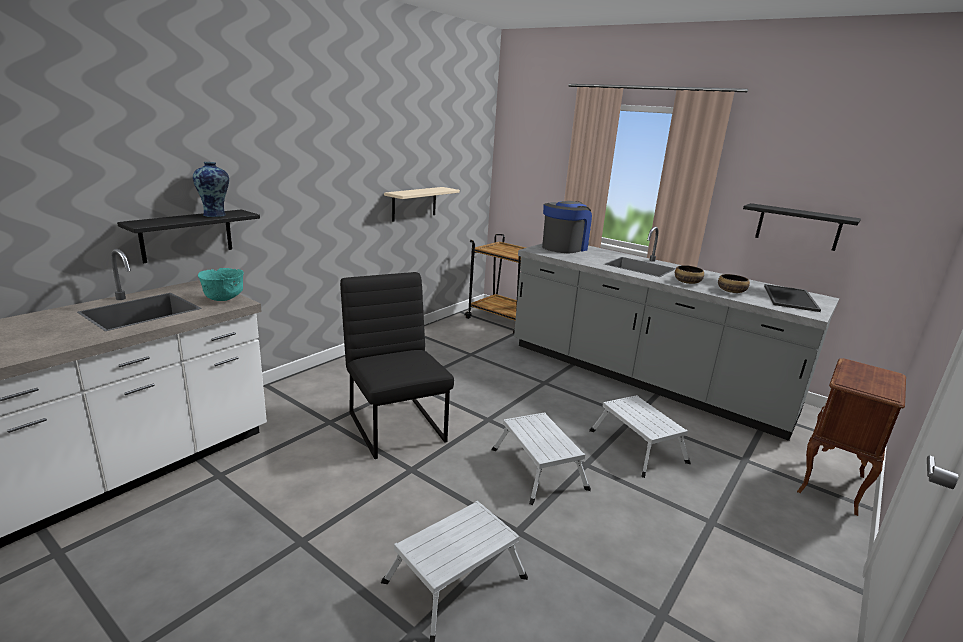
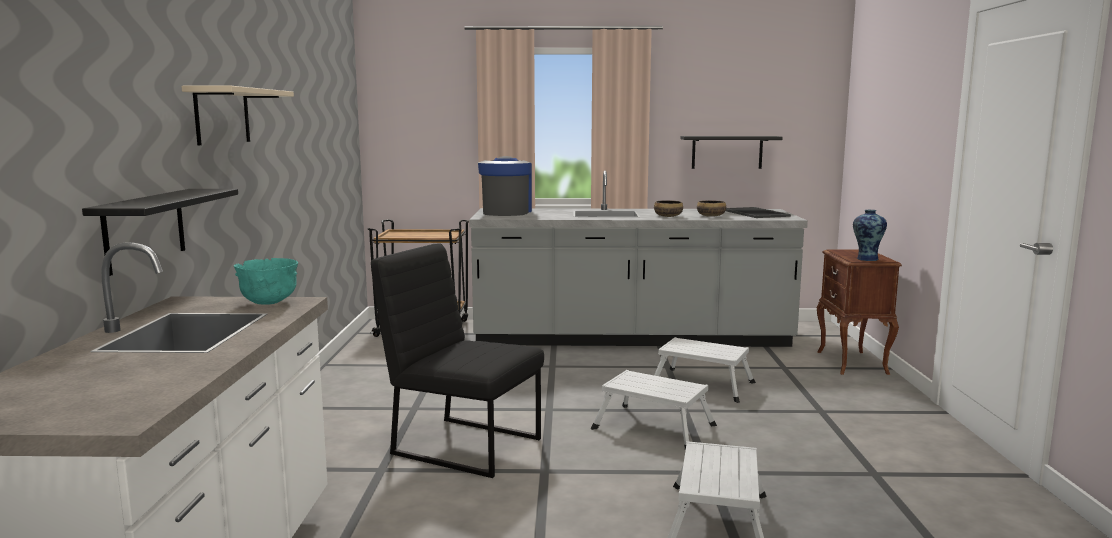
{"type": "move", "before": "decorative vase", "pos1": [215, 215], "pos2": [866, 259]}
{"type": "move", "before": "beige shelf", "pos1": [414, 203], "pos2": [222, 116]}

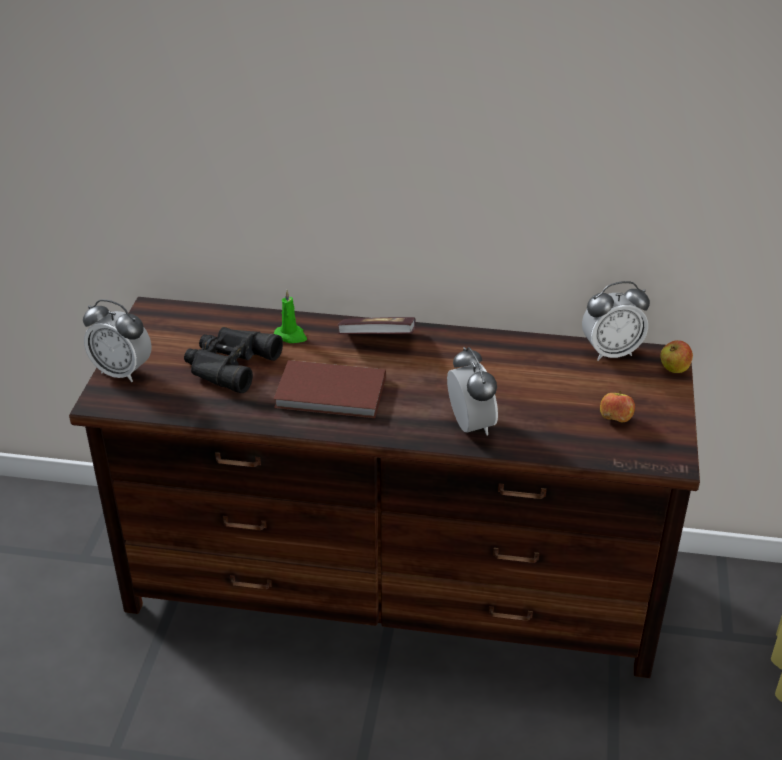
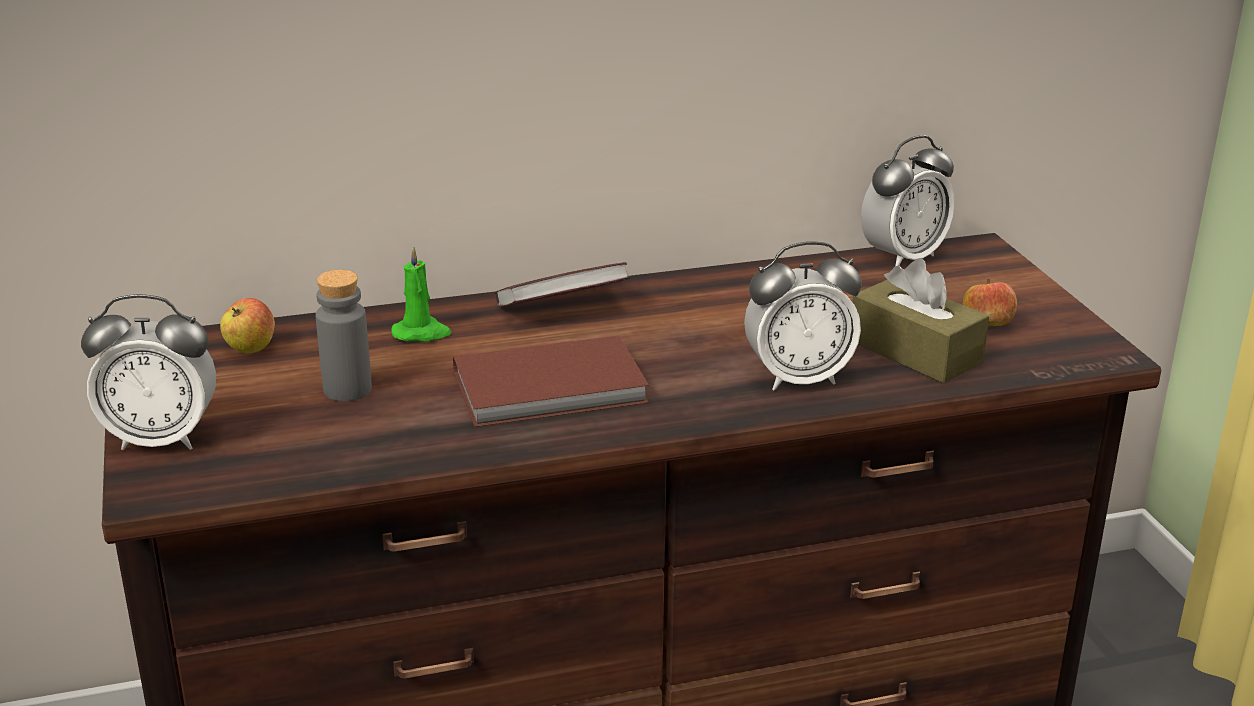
{"type": "replace", "before": "blackish field glasses", "after": "grey bottle", "pos1": [228, 365], "pos2": [347, 389]}
{"type": "rotate", "before": "alarm clock", "pos1": [470, 425], "pos2": [798, 378], "turn": 120}
{"type": "move", "before": "whole apple", "pos1": [674, 369], "pos2": [250, 349]}
{"type": "insert", "after": "brown tissue box", "pos2": [915, 352]}

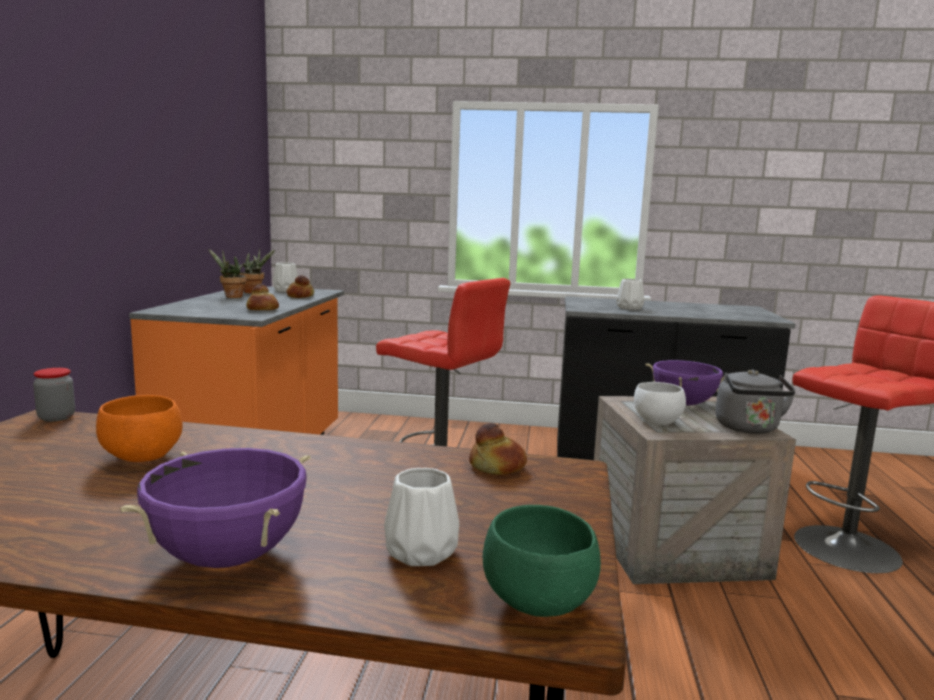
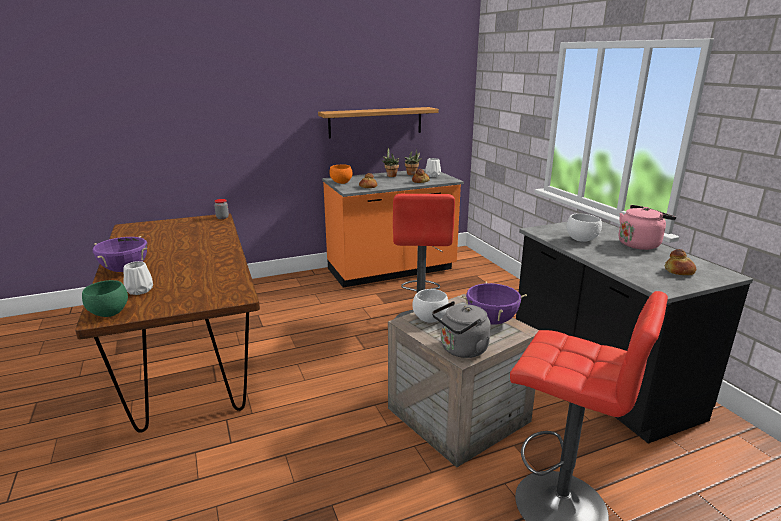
{"type": "move", "before": "orange deep dish", "pos1": [144, 458], "pos2": [341, 183]}
{"type": "move", "before": "baked bread", "pos1": [496, 467], "pos2": [678, 272]}
{"type": "replace", "before": "white-coloured decorative vase", "after": "white-coloured deep dish", "pos1": [629, 308], "pos2": [582, 240]}
{"type": "insert", "after": "shelf", "pos2": [376, 122]}
{"type": "insert", "after": "pink-coloured tea kettle", "pos2": [640, 244]}

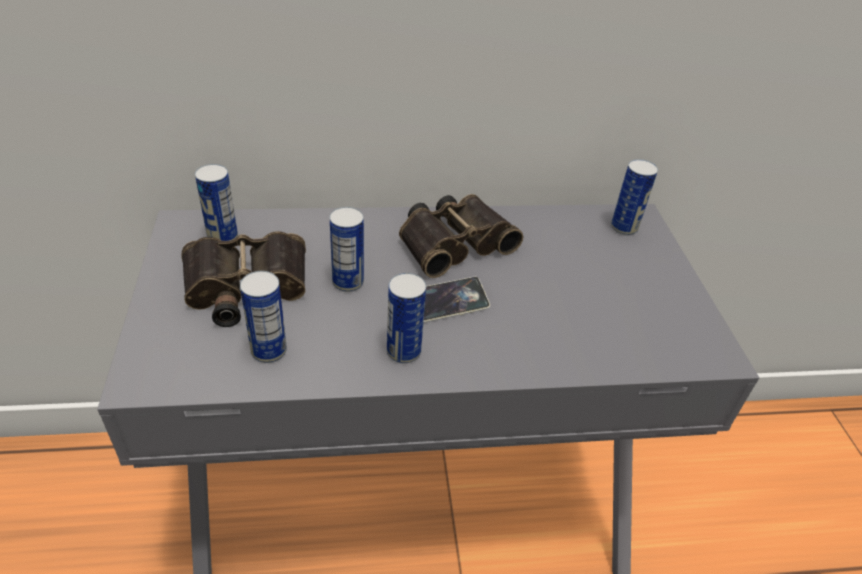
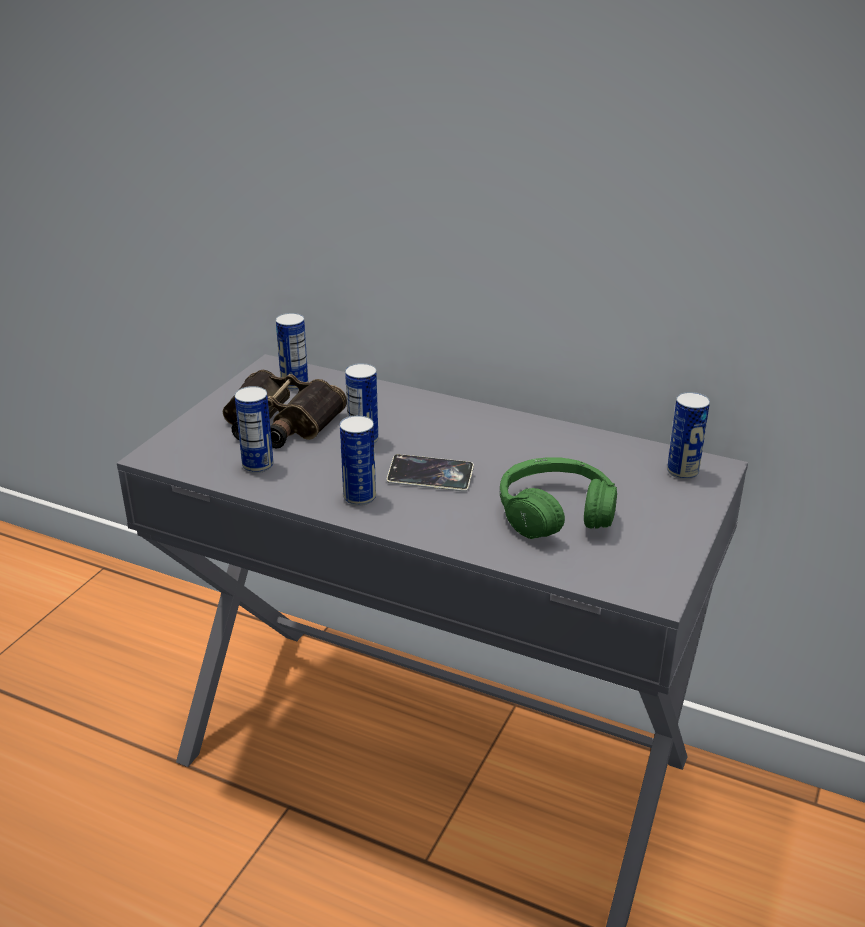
{"type": "delete", "before": "field glasses", "pos1": [453, 241]}
{"type": "insert", "after": "green pair of headphones", "pos2": [555, 512]}

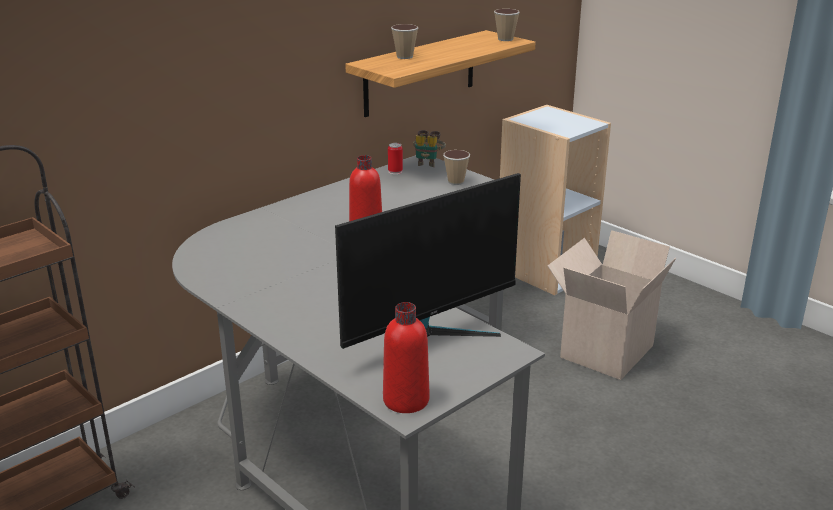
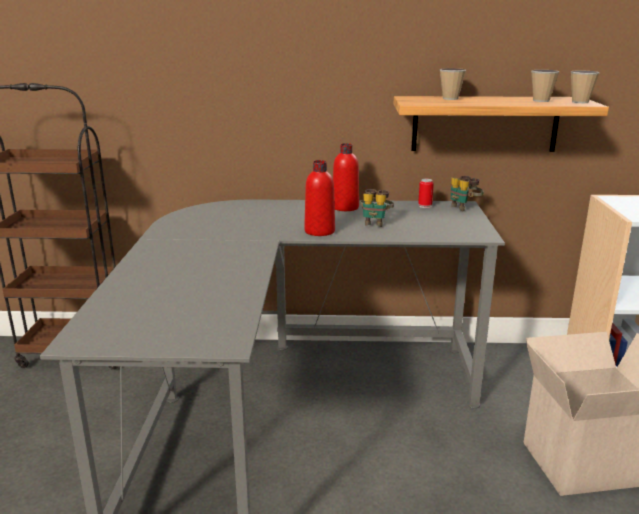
{"type": "delete", "before": "computer display", "pos1": [429, 338]}
{"type": "move", "before": "red bottle", "pos1": [406, 400], "pos2": [345, 207]}
{"type": "move", "before": "small cup", "pos1": [456, 182], "pos2": [541, 101]}
{"type": "insert", "after": "field glasses", "pos2": [375, 223]}

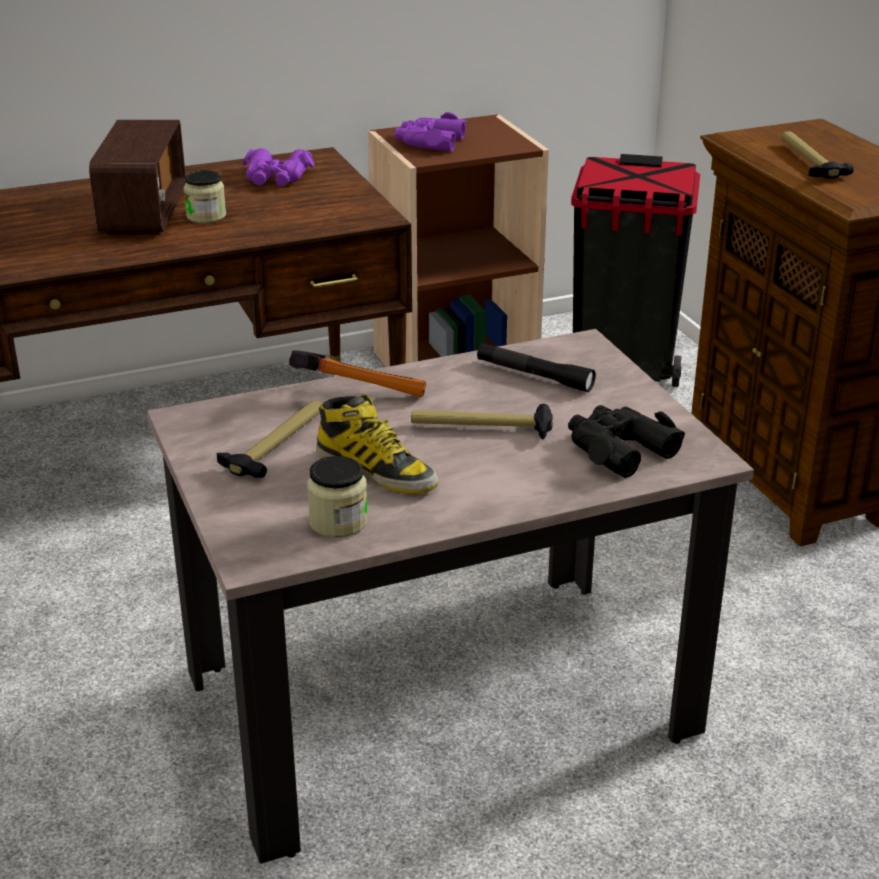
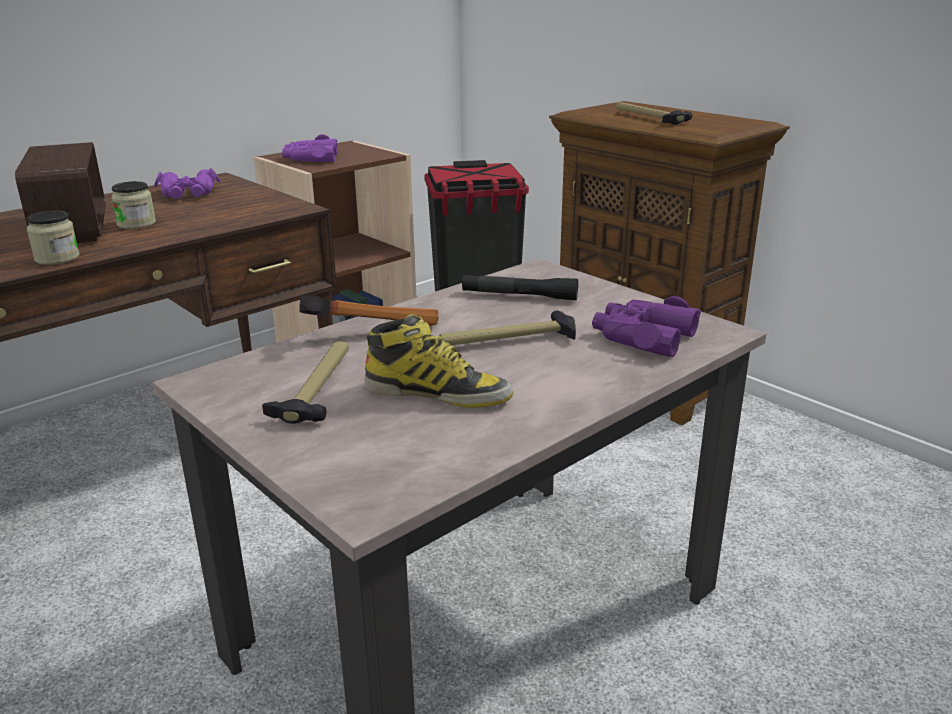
{"type": "move", "before": "preserve jar", "pos1": [338, 522], "pos2": [57, 258]}
{"type": "recolor", "before": "blackish field glasses", "after": "purple field glasses", "pos1": [618, 449], "pos2": [642, 337]}

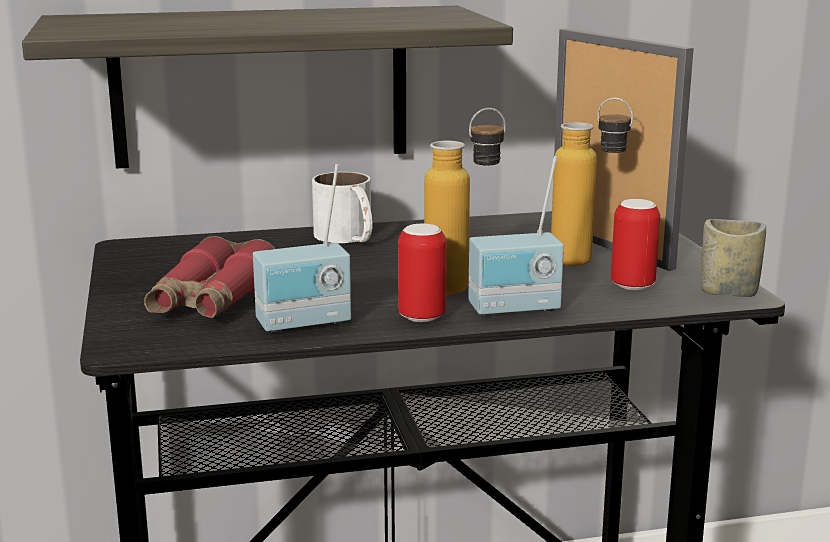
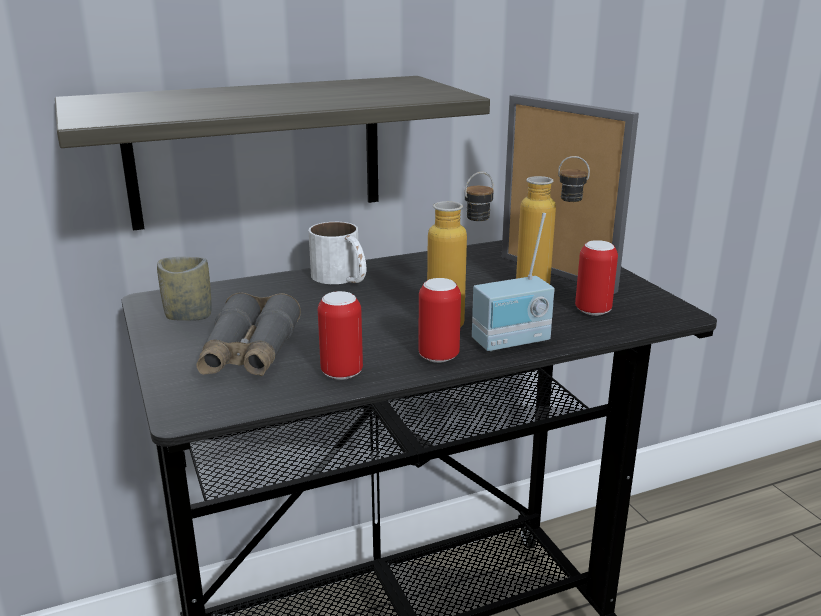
{"type": "recolor", "before": "red field glasses", "after": "grey field glasses", "pos1": [212, 300], "pos2": [250, 353]}
{"type": "replace", "before": "radio receiver", "after": "sealed can", "pos1": [305, 324], "pos2": [342, 372]}
{"type": "move", "before": "small cup", "pos1": [728, 292], "pos2": [188, 316]}

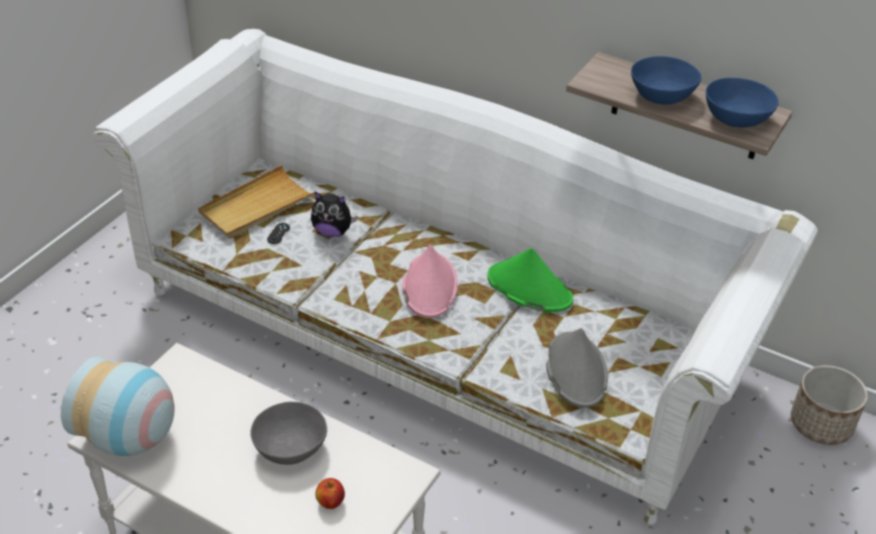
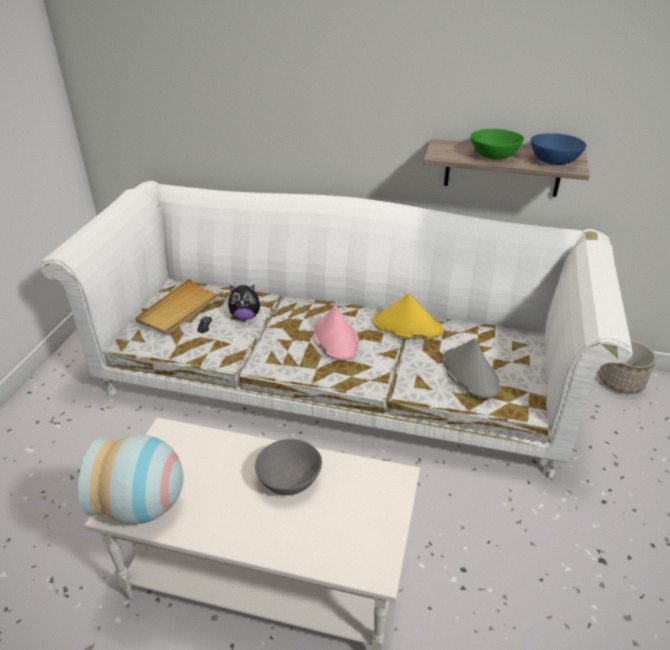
{"type": "delete", "before": "whole apple", "pos1": [330, 502]}
{"type": "recolor", "before": "green wearable hat", "after": "yellowish wearable hat", "pos1": [529, 288], "pos2": [407, 326]}
{"type": "recolor", "before": "blue deep dish", "after": "green deep dish", "pos1": [661, 95], "pos2": [493, 155]}

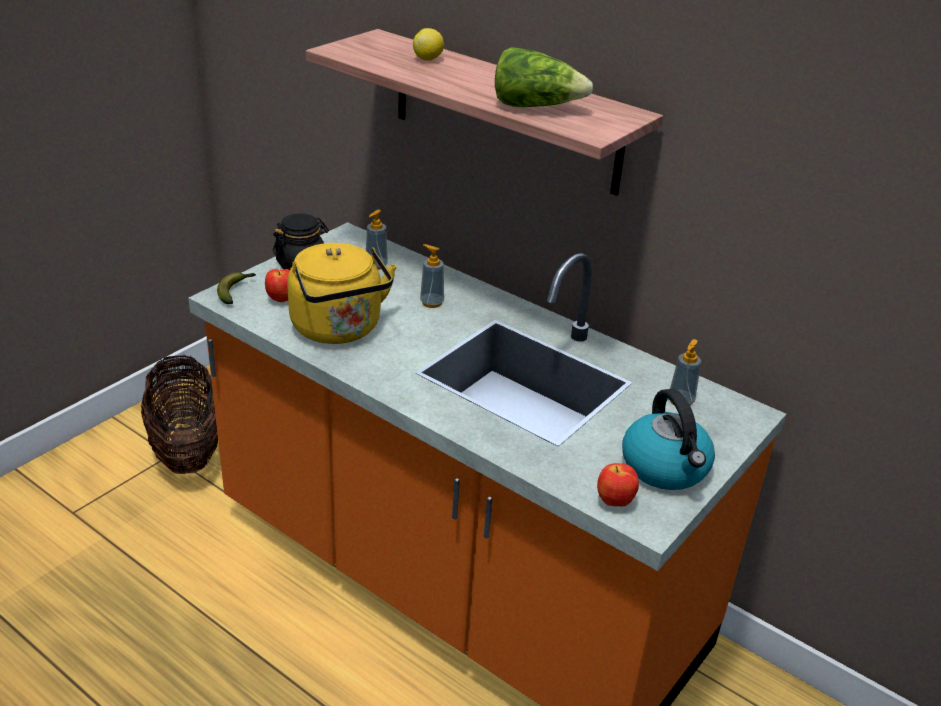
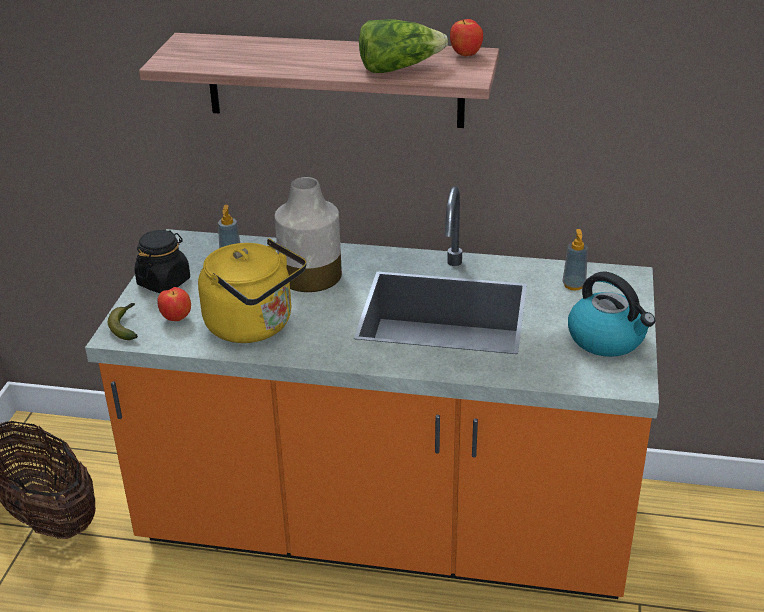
{"type": "delete", "before": "citrus fruit", "pos1": [428, 59]}
{"type": "replace", "before": "liquid soap bottle", "after": "beige decorative vase", "pos1": [431, 303], "pos2": [311, 275]}
{"type": "move", "before": "whole apple", "pos1": [614, 502], "pos2": [466, 55]}

